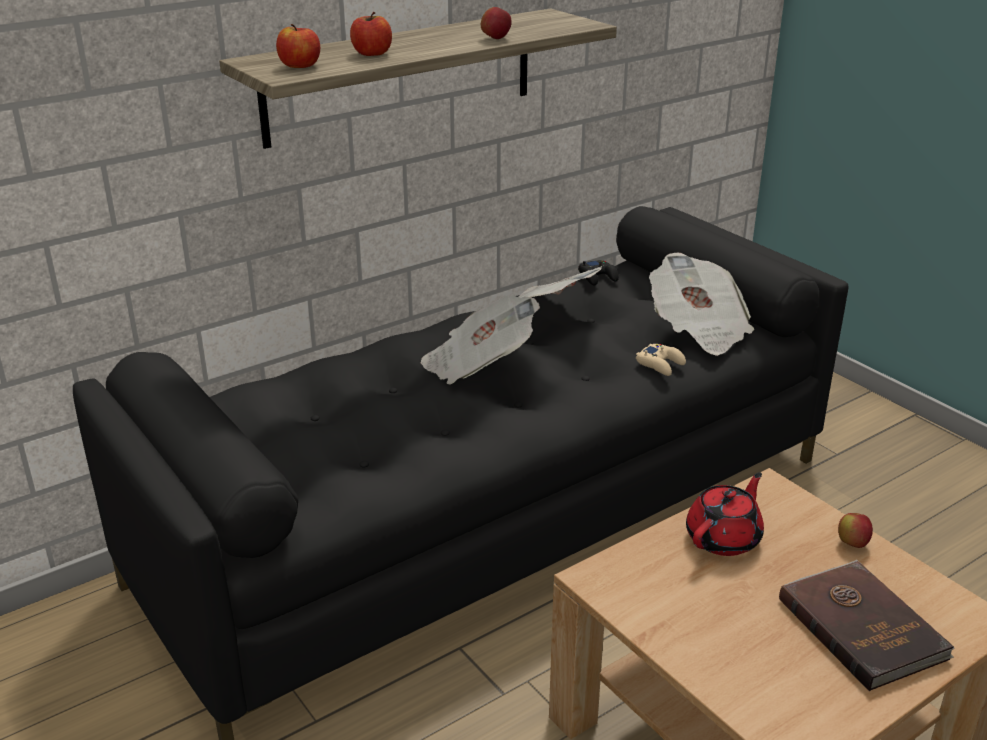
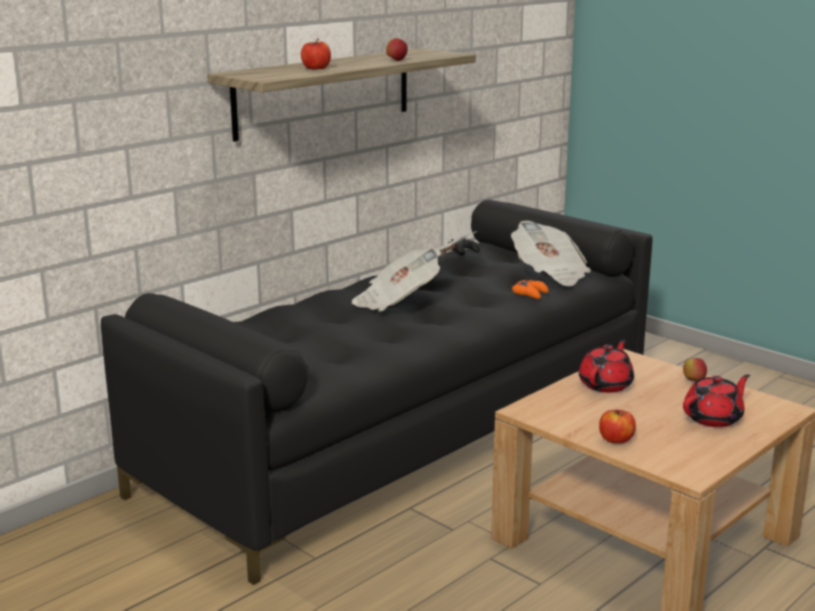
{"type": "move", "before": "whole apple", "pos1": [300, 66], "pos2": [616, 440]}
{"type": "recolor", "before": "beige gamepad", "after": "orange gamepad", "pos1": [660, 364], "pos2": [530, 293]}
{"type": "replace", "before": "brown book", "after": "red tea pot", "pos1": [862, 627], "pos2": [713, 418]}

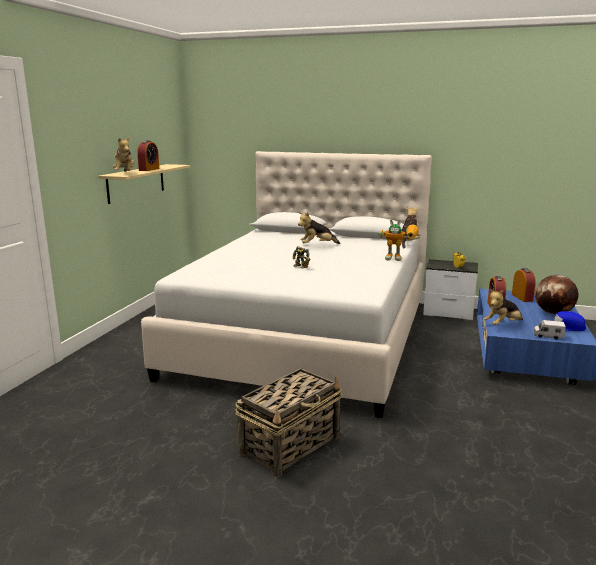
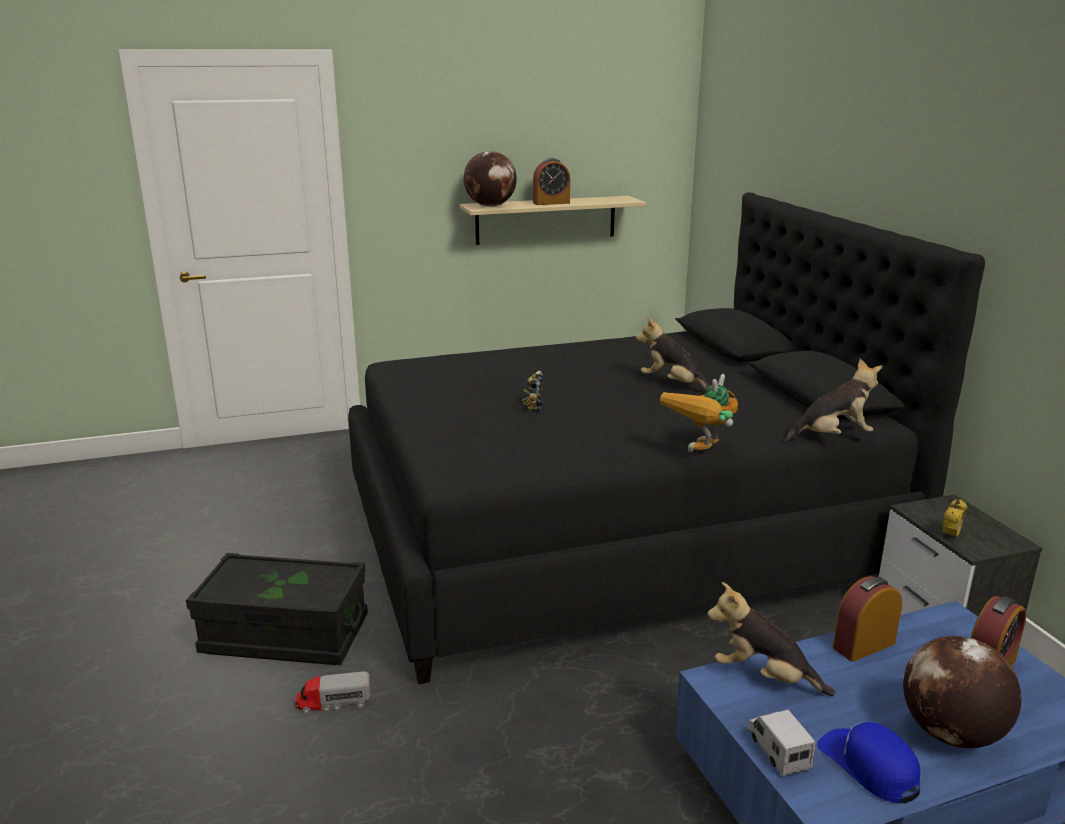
{"type": "replace", "before": "cuddly toy", "after": "desk globe", "pos1": [125, 174], "pos2": [490, 206]}
{"type": "recolor", "before": "white-coloured sleeping bed", "after": "blackish sleeping bed", "pos1": [306, 337], "pos2": [613, 532]}
{"type": "replace", "before": "basket", "after": "blackish storage box", "pos1": [291, 445], "pos2": [285, 635]}
{"type": "rotate", "before": "model robot", "pos1": [400, 258], "pos2": [703, 455], "turn": 60}
{"type": "insert", "after": "toy truck", "pos2": [333, 703]}

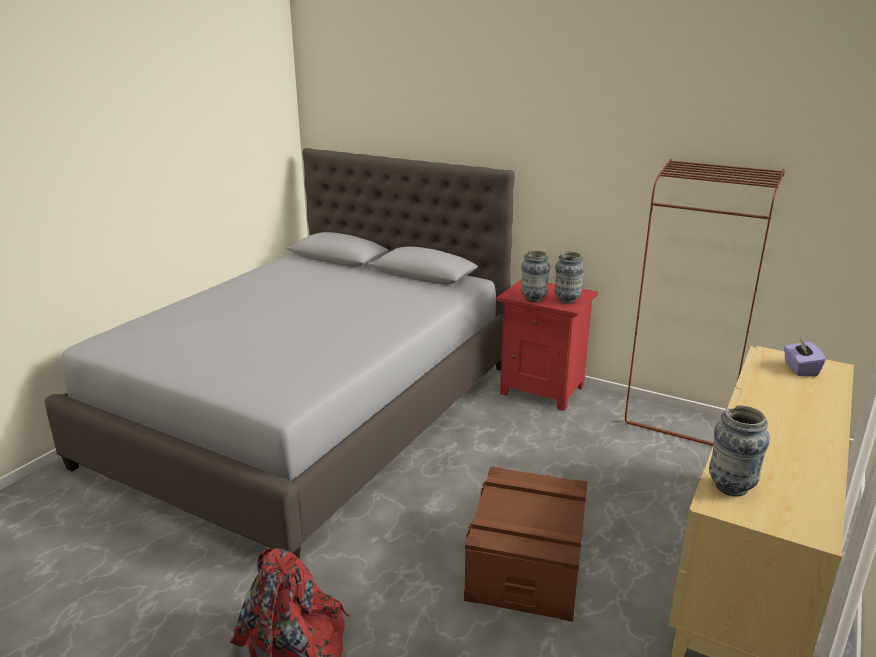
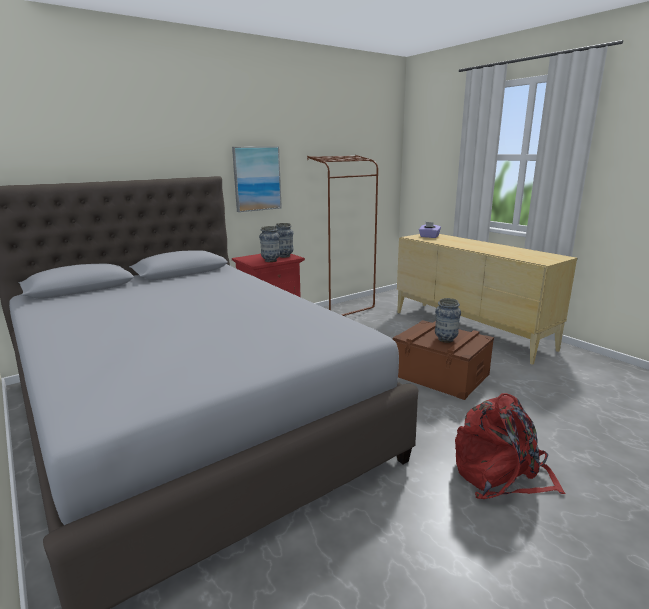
{"type": "move", "before": "decorative vase", "pos1": [730, 487], "pos2": [445, 339]}
{"type": "insert", "after": "picture", "pos2": [257, 178]}

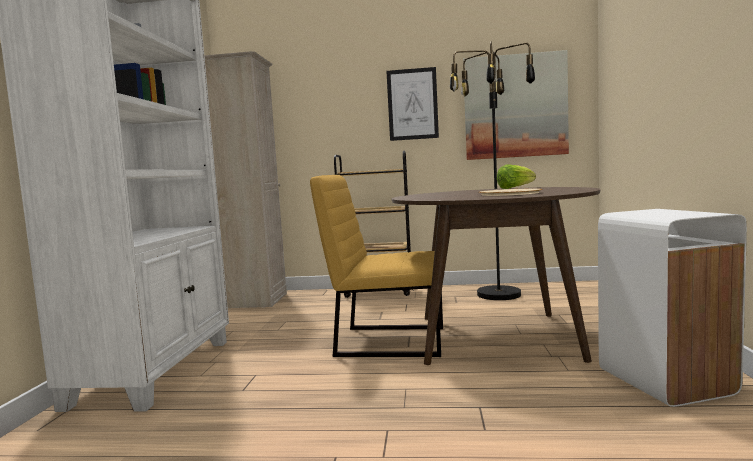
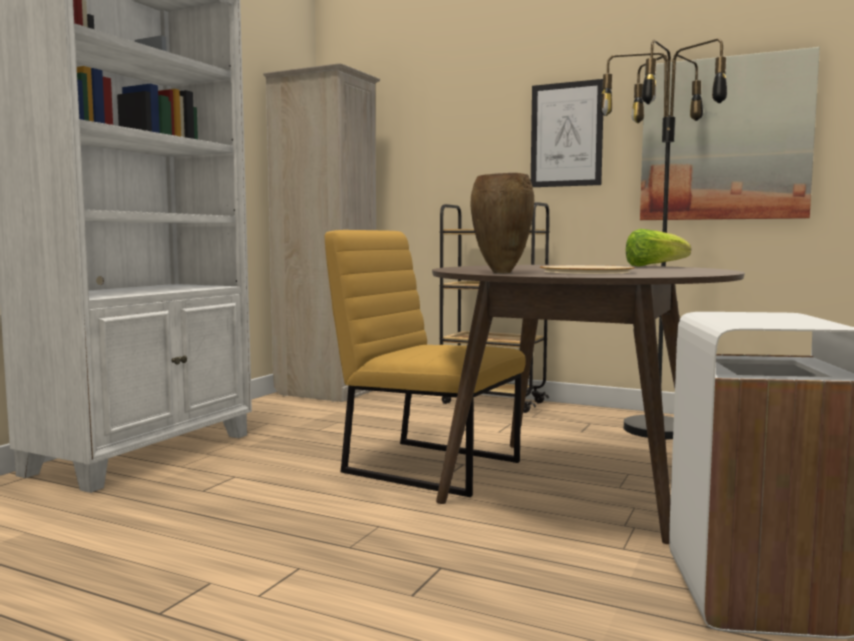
{"type": "insert", "after": "brown decorative vase", "pos2": [500, 273]}

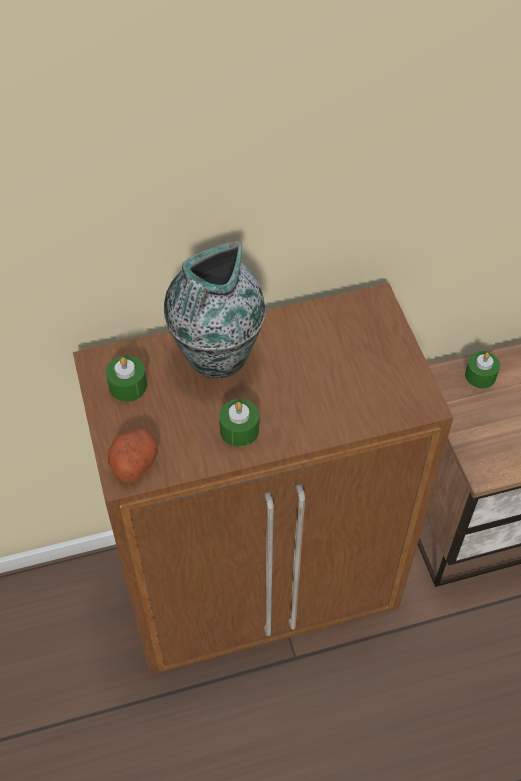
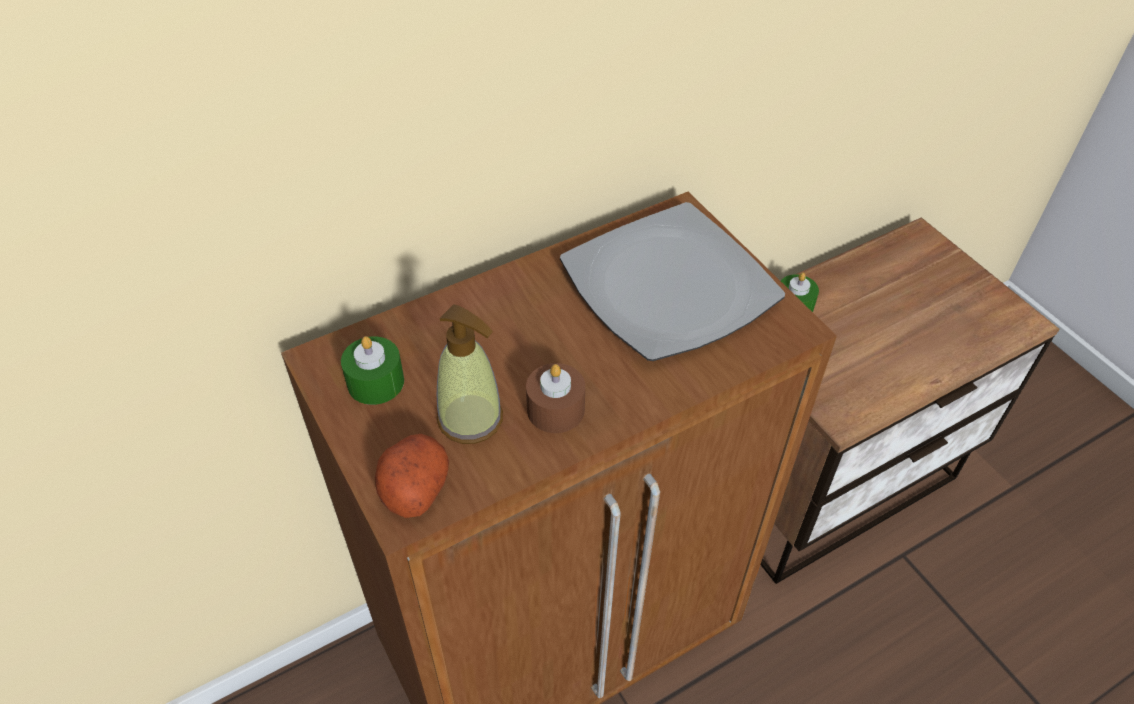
{"type": "delete", "before": "decorative vase", "pos1": [216, 357]}
{"type": "recolor", "before": "green wax candle", "after": "brown wax candle", "pos1": [239, 429], "pos2": [555, 409]}
{"type": "insert", "after": "liquid soap bottle", "pos2": [471, 419]}
{"type": "insert", "after": "dinner plate", "pos2": [669, 285]}

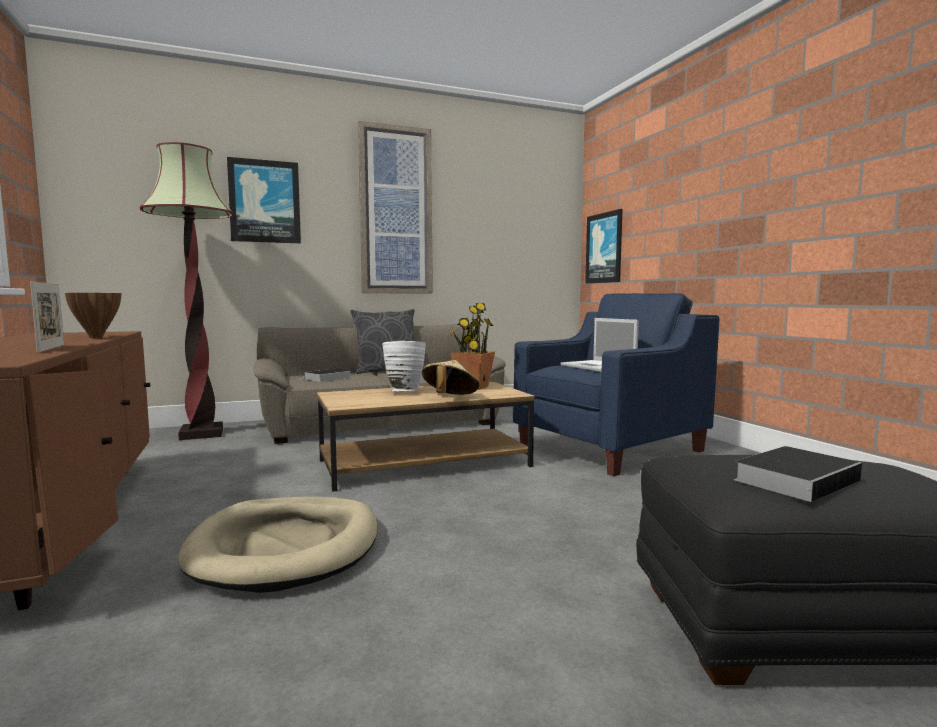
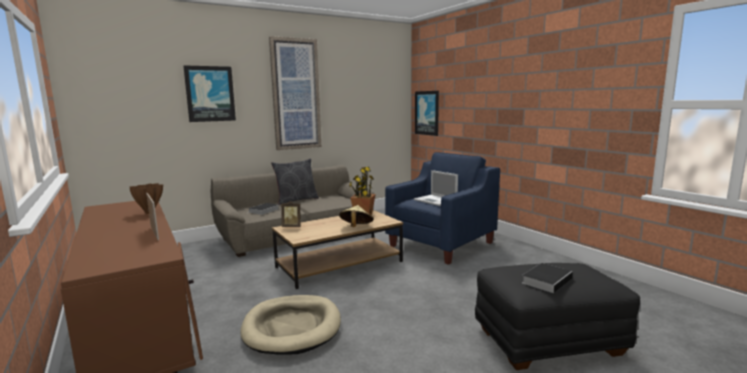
{"type": "delete", "before": "standing lamp", "pos1": [202, 434]}
{"type": "delete", "before": "white-coloured decorative vase", "pos1": [404, 392]}
{"type": "insert", "after": "standing frame", "pos2": [292, 227]}

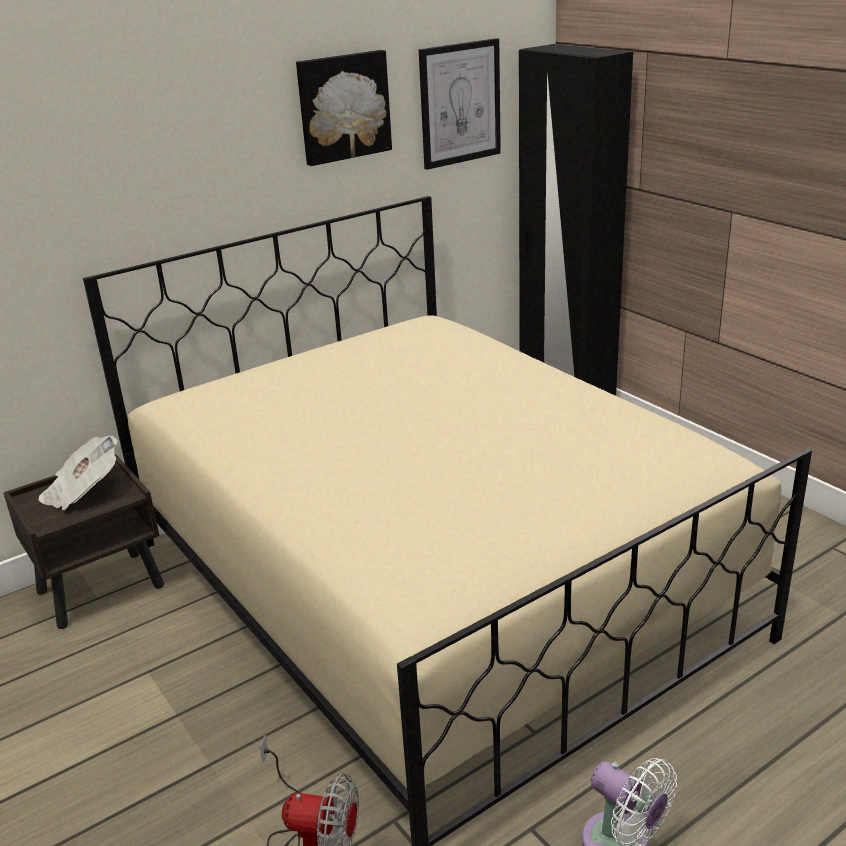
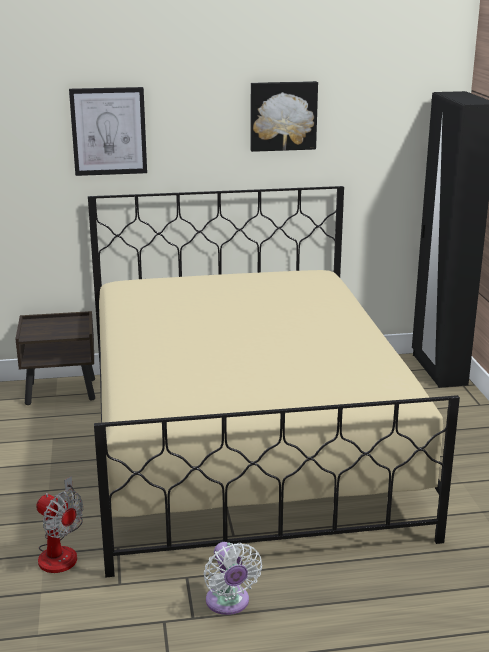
{"type": "delete", "before": "newspaper", "pos1": [83, 492]}
{"type": "move", "before": "picture", "pos1": [460, 103], "pos2": [109, 131]}

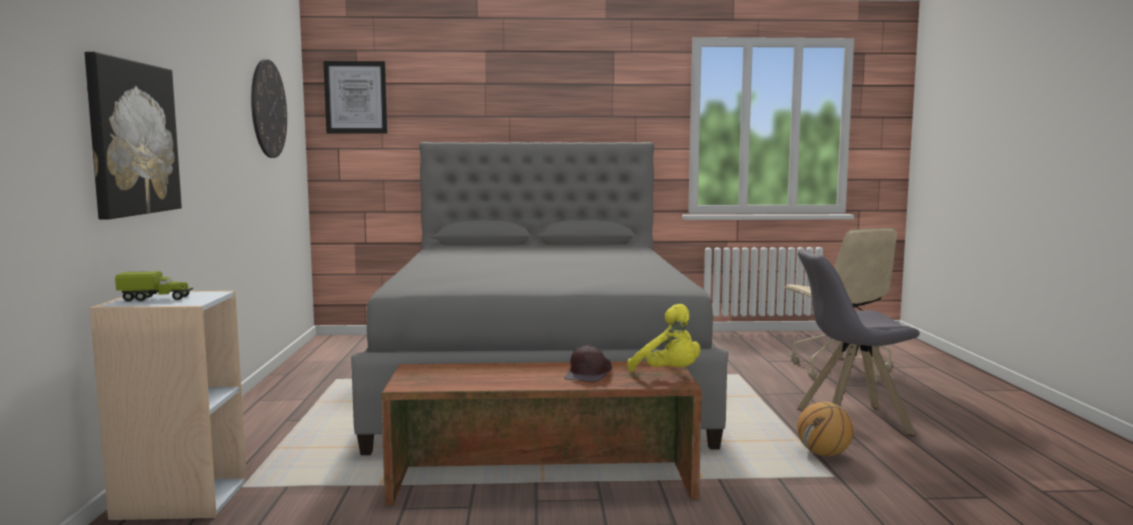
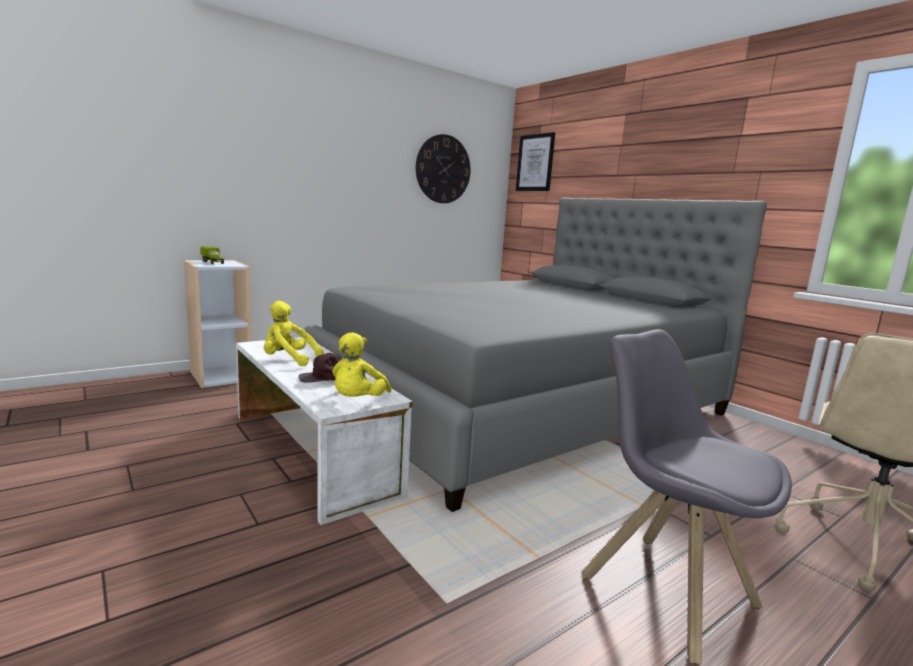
{"type": "delete", "before": "picture", "pos1": [132, 138]}
{"type": "recolor", "before": "brown bench", "after": "white-coloured bench", "pos1": [544, 479], "pos2": [314, 452]}
{"type": "delete", "before": "ball for basketball", "pos1": [824, 454]}
{"type": "insert", "after": "yellowish cuddly toy", "pos2": [288, 360]}

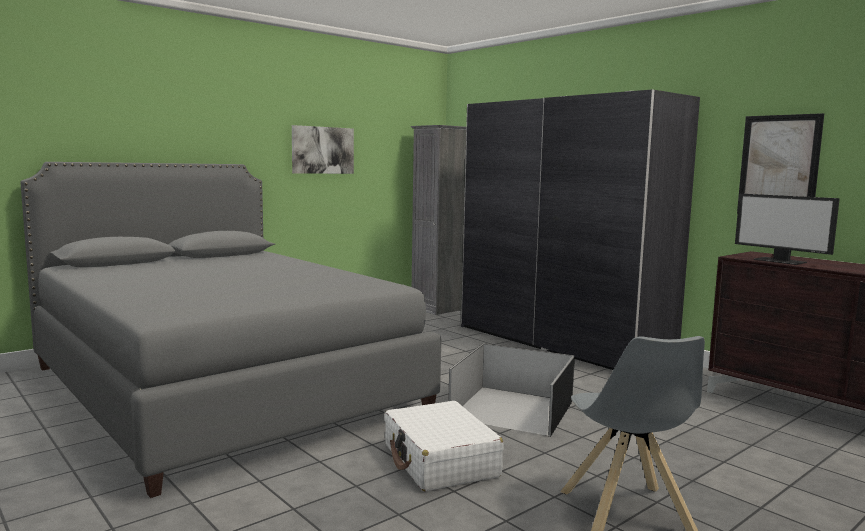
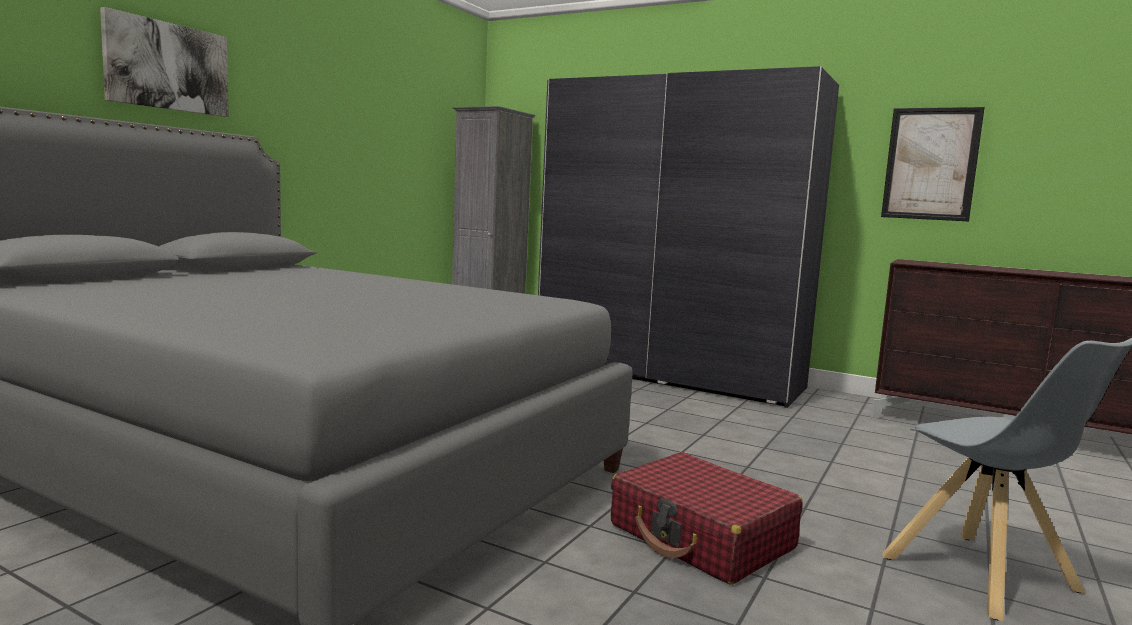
{"type": "move", "before": "picture", "pos1": [322, 150], "pos2": [167, 66]}
{"type": "recolor", "before": "white-coloured suitcase", "after": "red suitcase", "pos1": [440, 461], "pos2": [701, 537]}
{"type": "delete", "before": "blackish storage box", "pos1": [510, 409]}
{"type": "delete", "before": "computer display", "pos1": [781, 261]}

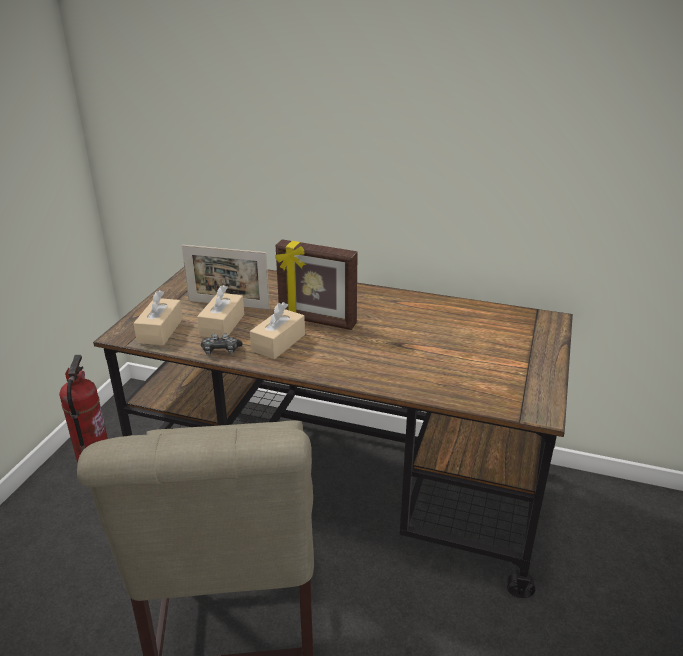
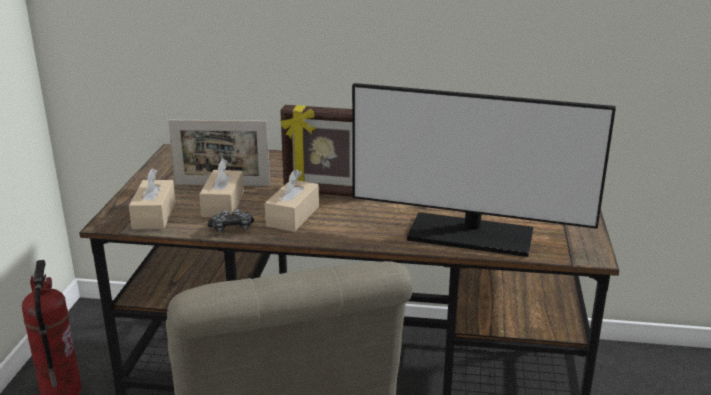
{"type": "insert", "after": "computer display", "pos2": [470, 235]}

